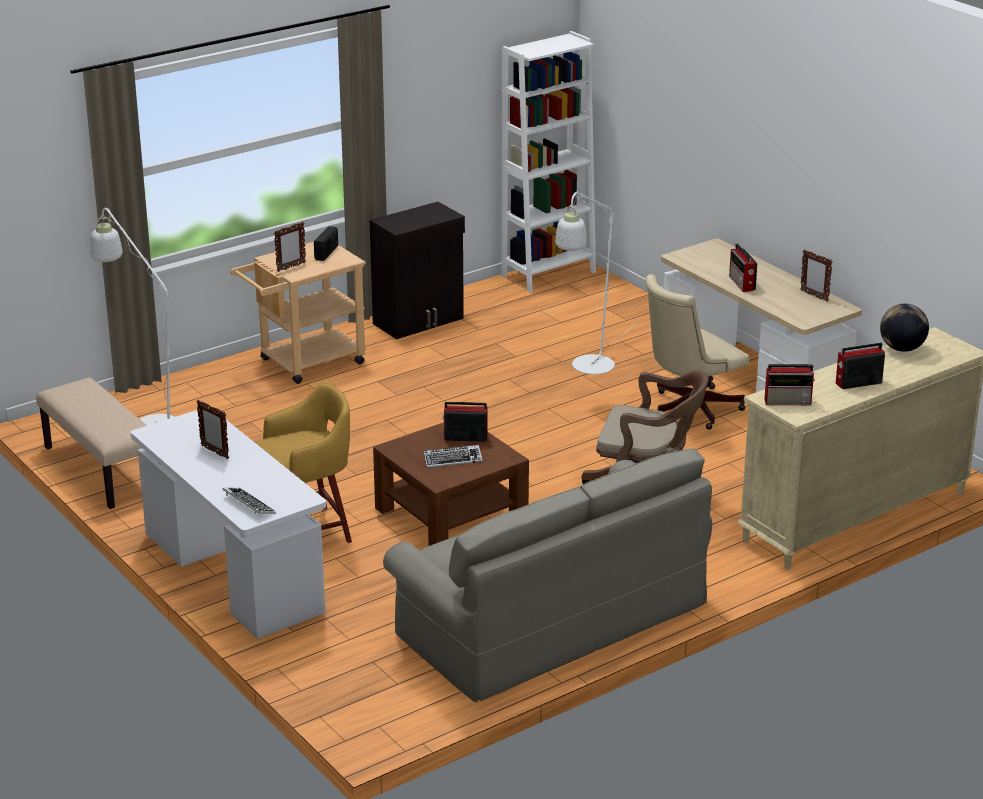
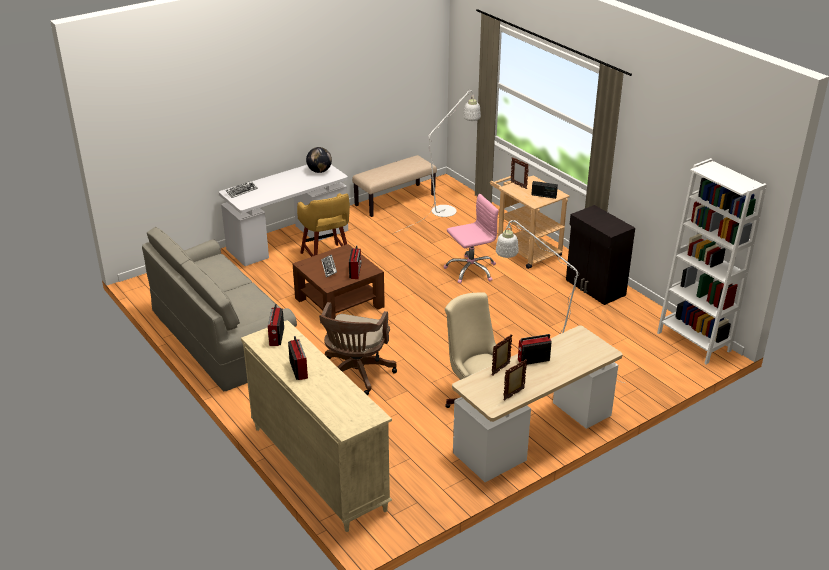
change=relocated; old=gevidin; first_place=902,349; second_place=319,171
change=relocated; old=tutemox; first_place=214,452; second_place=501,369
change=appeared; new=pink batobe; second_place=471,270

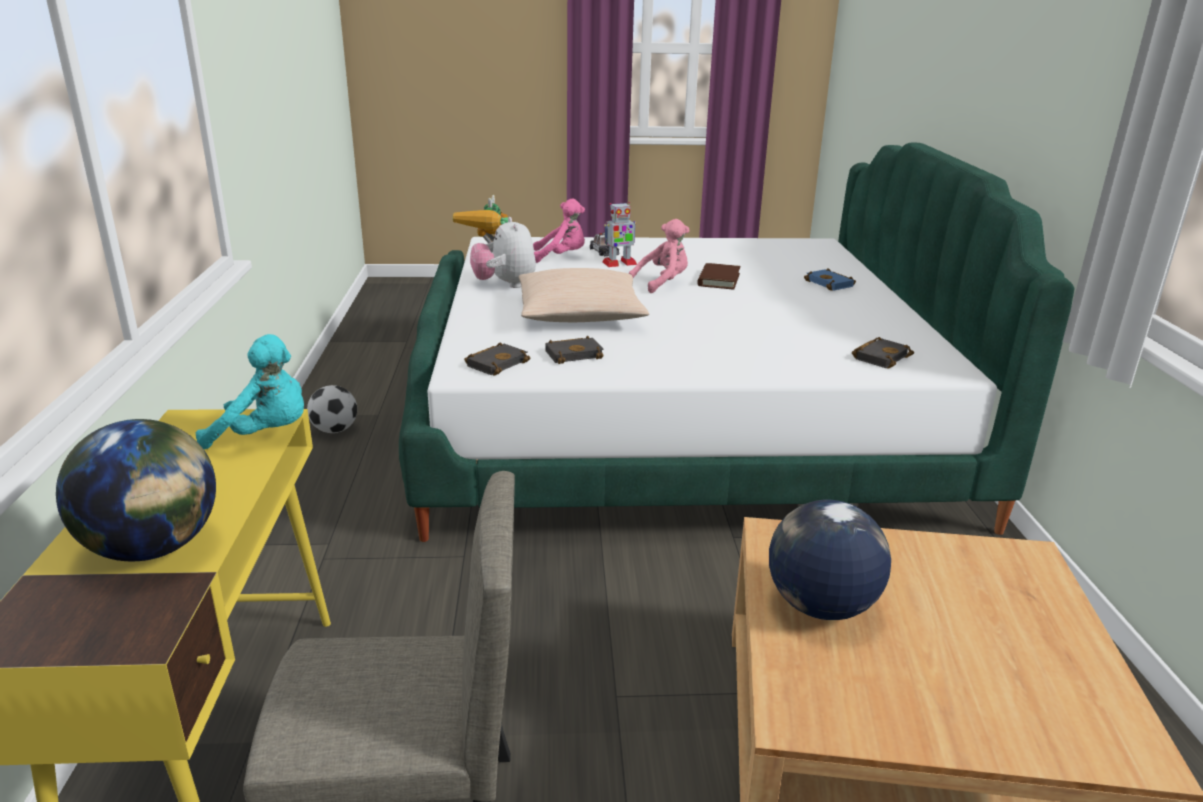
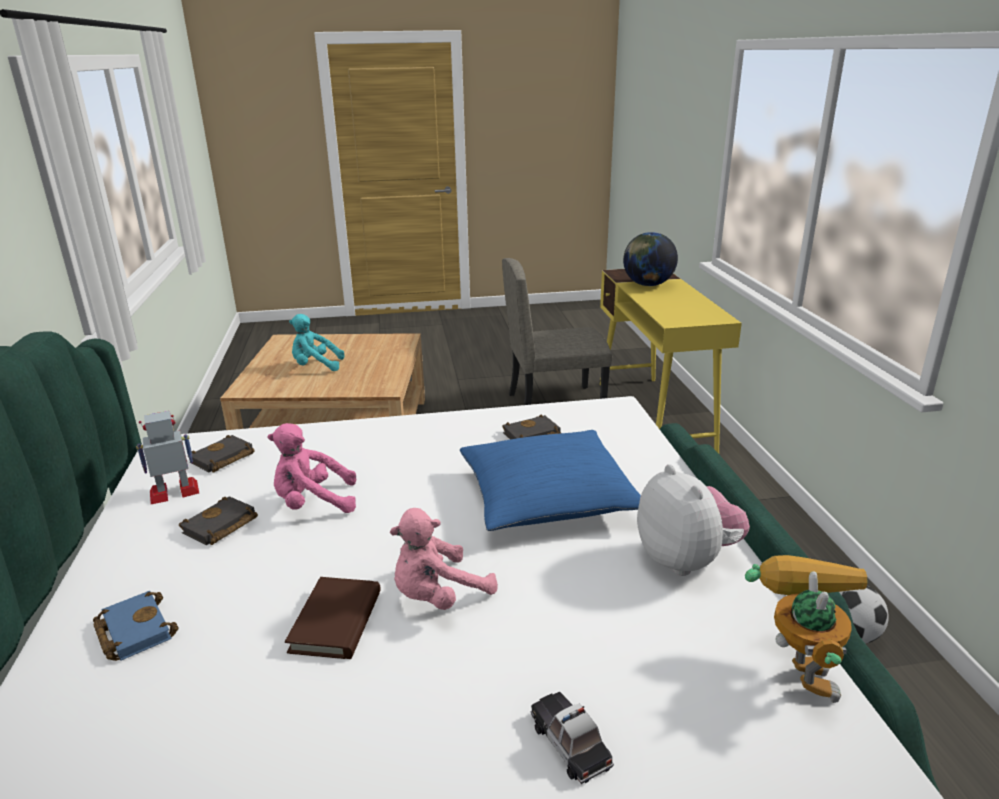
change=relocated; old=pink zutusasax; first_place=561,257; second_place=313,503
change=relocated; old=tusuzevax; first_place=619,263; second_place=175,492
change=colour; old=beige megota; new=blue megota; first_place=580,314; second_place=546,498
change=relocated; old=turquoise zutusasax; first_place=265,435; second_place=315,366
change=relocated; old=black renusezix; first_place=497,363; second_place=220,527
change=missing; old=gevidin; first_place=820,607

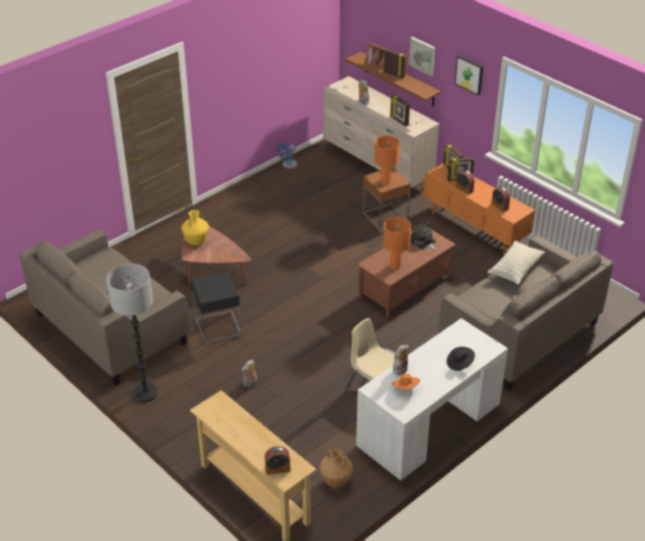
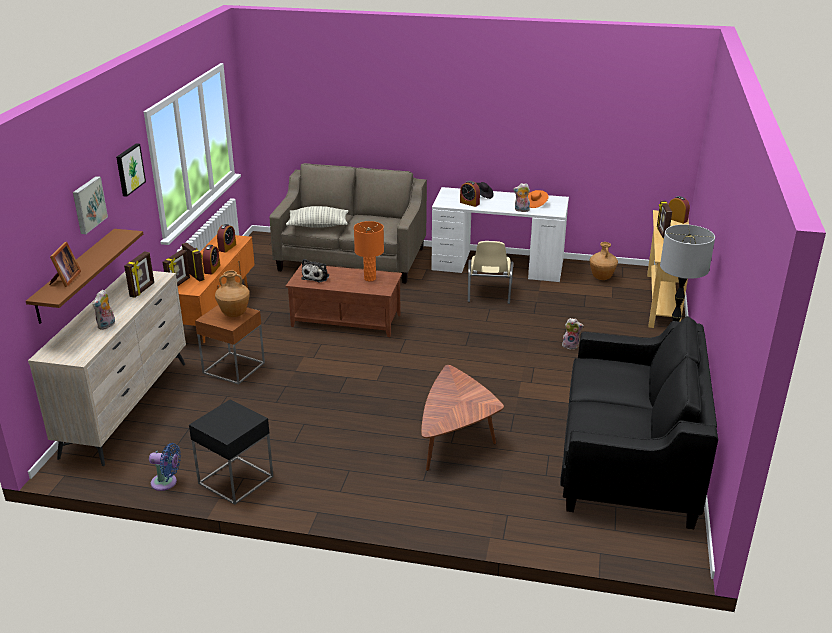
change=relocated; old=tutemox; first_place=394,74; second_place=661,233
change=exchanged; old=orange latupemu; new=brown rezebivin; first_place=385,182; second_place=234,314
change=missing; old=yellow rezebivin; first_place=196,242
change=colour; old=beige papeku; new=black papeku; first_place=111,328; second_place=629,458
change=relocated; old=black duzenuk; first_place=218,327; second_place=236,480
change=appeared; new=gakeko; second_place=469,203

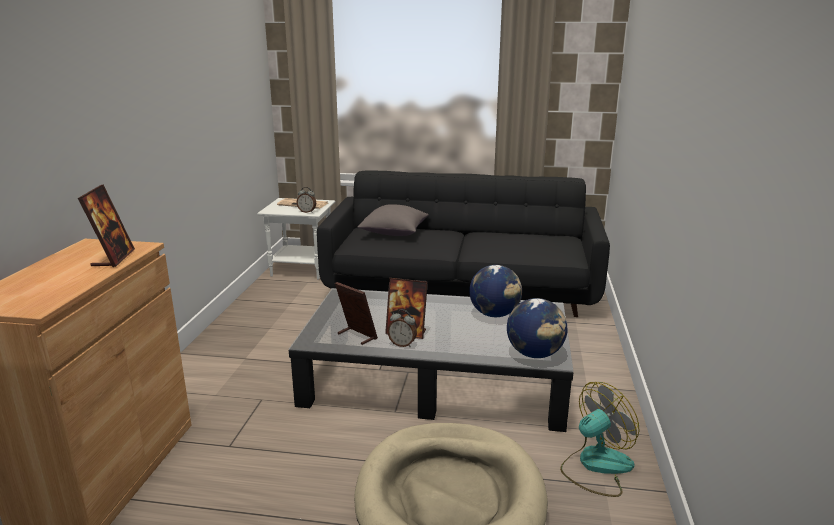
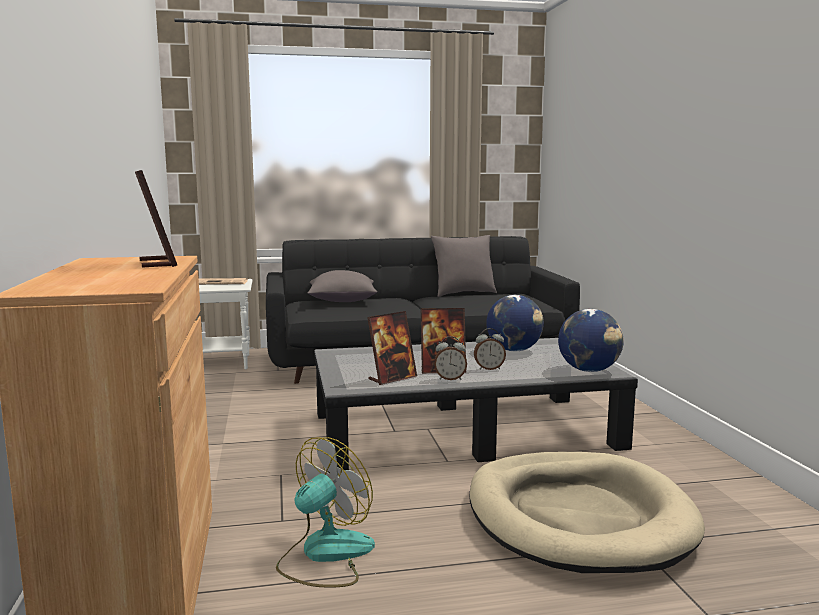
change=relocated; old=gakeko; first_place=307,212; second_place=489,368
change=spun; old=tutemox; first_place=356,336; second_place=392,378; degrees=120
change=relocated; old=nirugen; first_place=596,466; second_place=325,555
change=appeared; new=grey megota; second_place=463,294

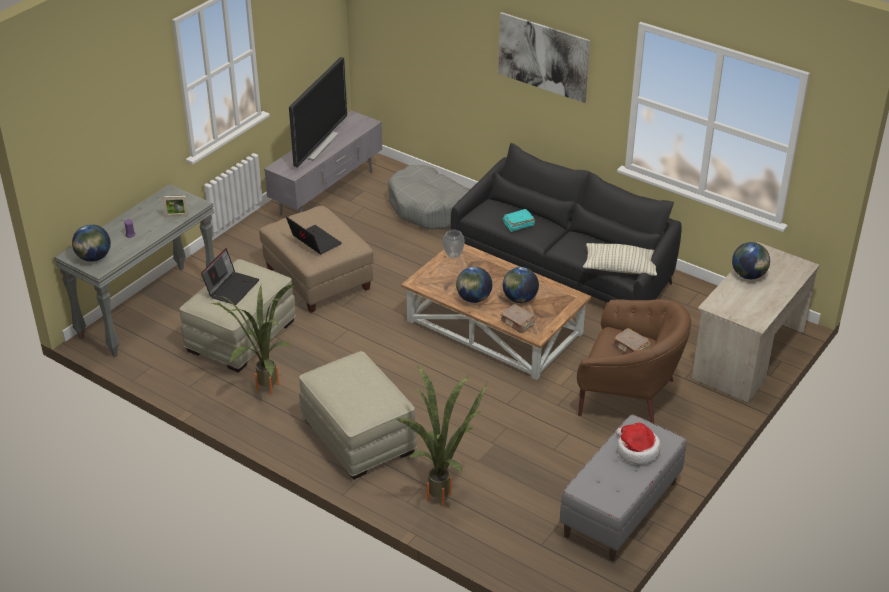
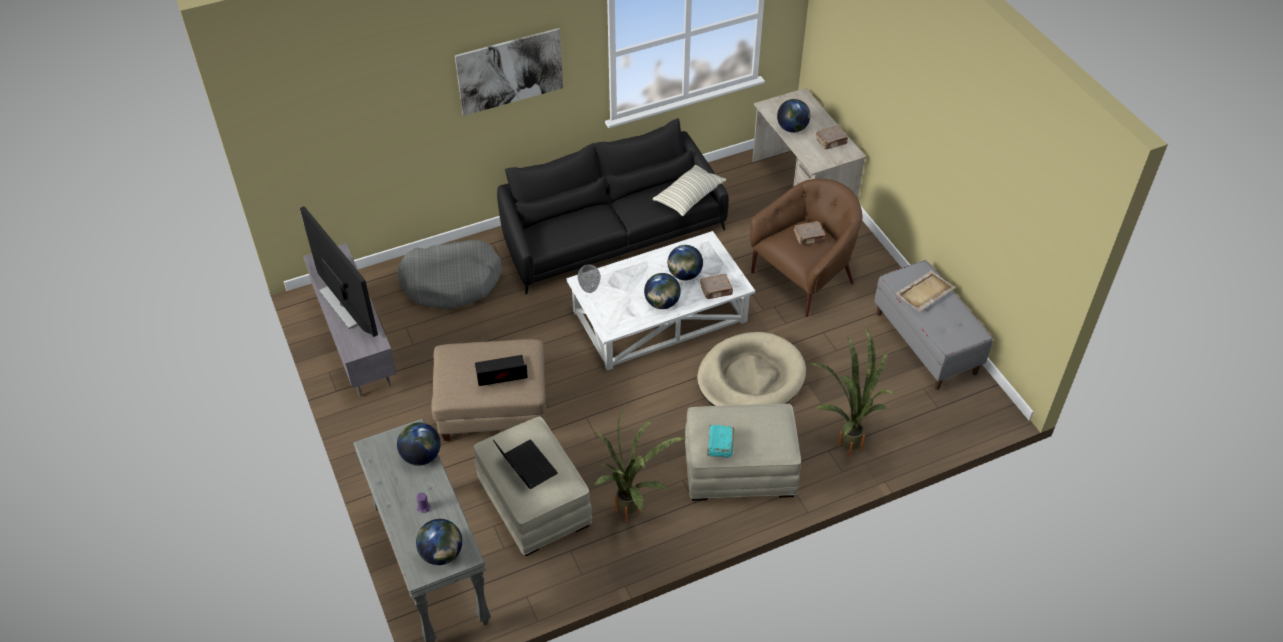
change=exchanged; old=tutemox; new=gevidin; first_place=176,216; second_place=421,456
change=relocated; old=turquoise renusezix; first_place=518,225; second_place=719,445
change=colour; old=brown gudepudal; new=white gudepudal; first_place=496,327; second_place=660,315
change=exchanged; old=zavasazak; new=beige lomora; first_place=636,450; second_place=924,292
change=appeared; new=brown renusezix; second_place=831,142
change=appeared; new=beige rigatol; second_place=750,378

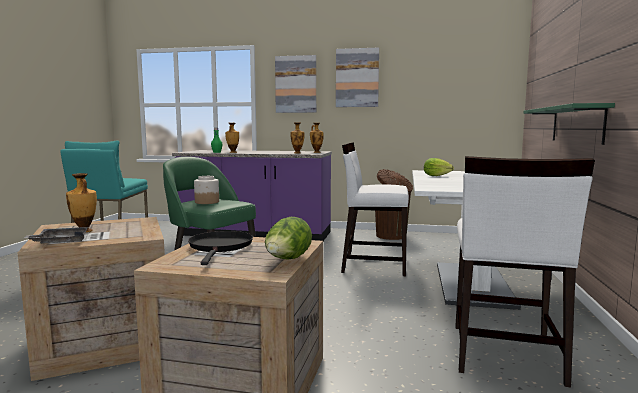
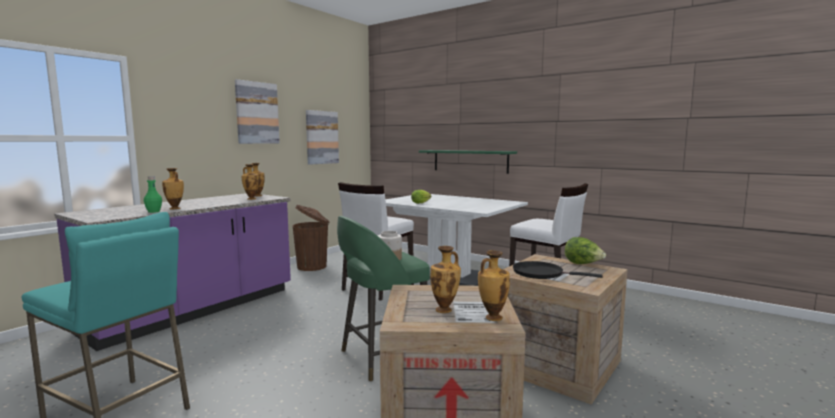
change=relocated; old=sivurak; first_place=296,84; second_place=321,137
change=exchanged; old=grey lomora; new=rezebivin; first_place=61,242; second_place=492,317

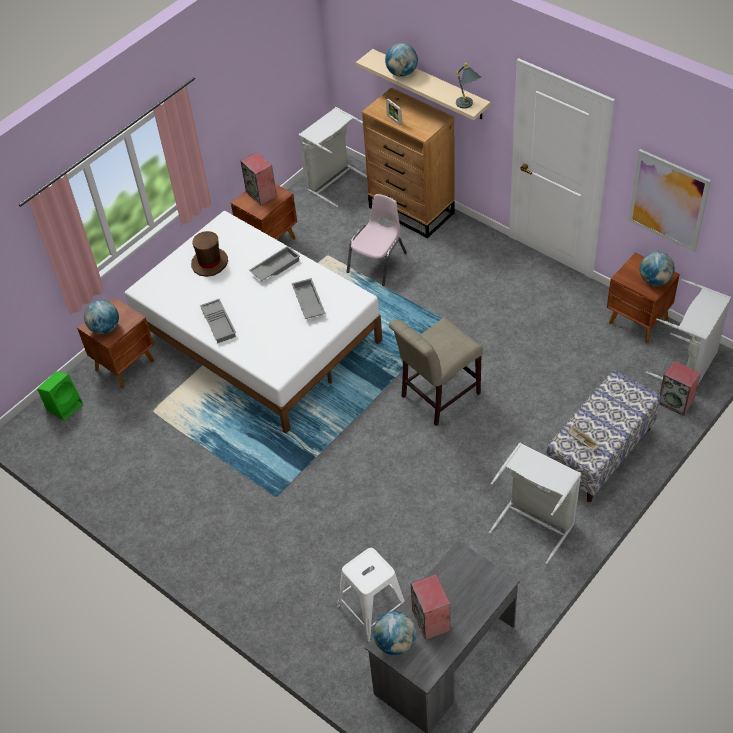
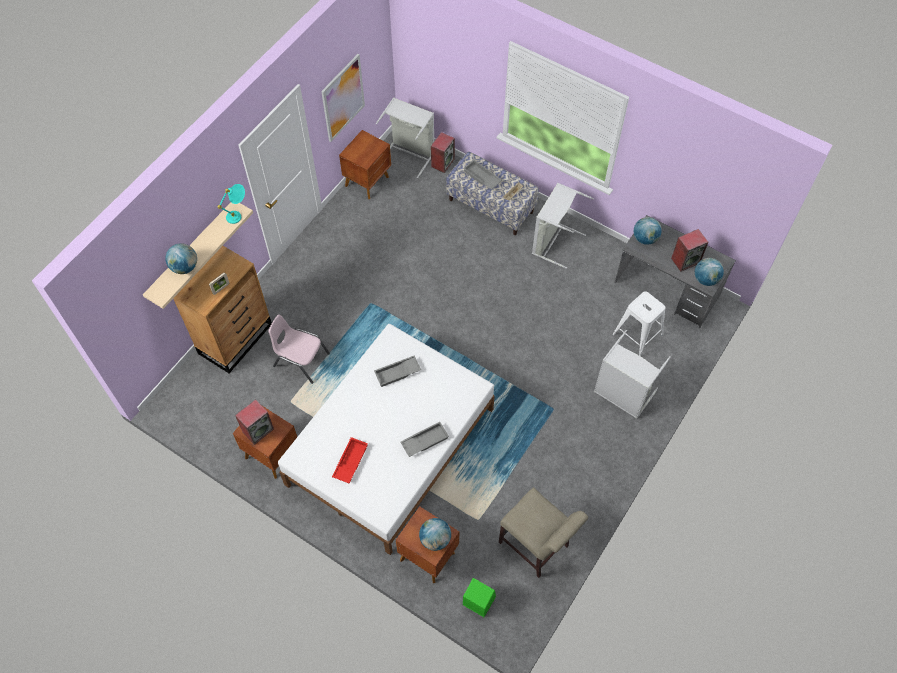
change=colour; old=grey latupemu; new=turquoise latupemu; first_place=467,106; second_place=239,215
change=relocated; old=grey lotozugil; first_place=334,182; second_place=622,395
change=exchanged; old=brown zavasazak; new=red lomora; first_place=210,263; second_place=350,461
change=relocated; old=grey lomora; first_place=275,267; second_place=481,177
change=relocated; old=gevidin; first_place=654,280; second_place=645,238
change=relocated; old=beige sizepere; first_place=436,396; second_place=536,547

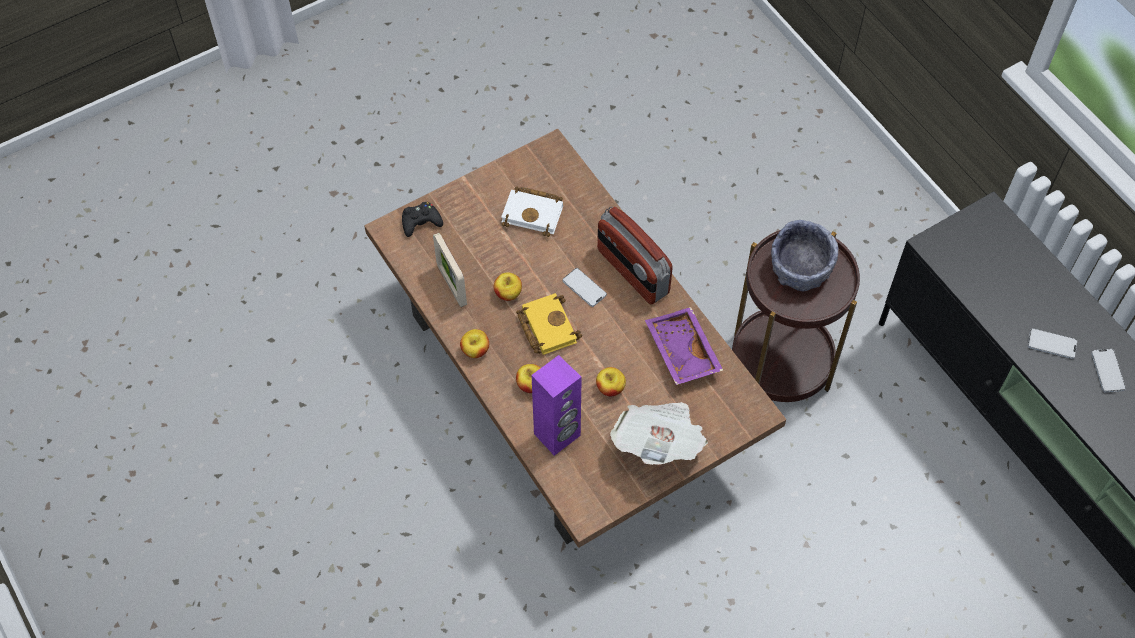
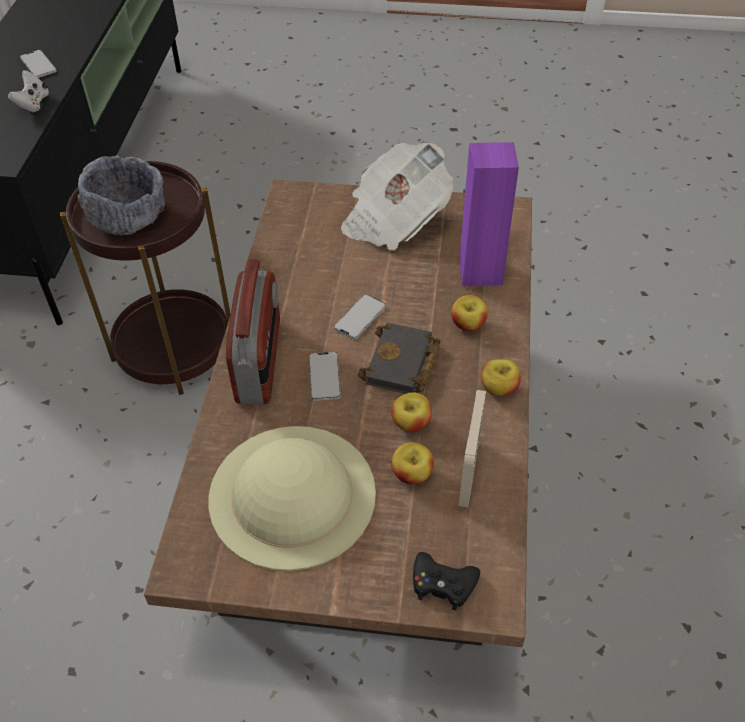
change=exchanged; old=white renusezix; new=beige zavasazak; first_place=534,213; second_place=292,495
change=colour; old=yellow renusezix; new=black renusezix; first_place=546,326; second_place=402,365
change=missing; old=purple lomora; first_place=681,352
change=relocated; old=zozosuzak; first_place=1107,371; second_place=360,317
change=relocated; old=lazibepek; first_place=610,388; second_place=412,474
change=appeared; new=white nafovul; second_place=33,103

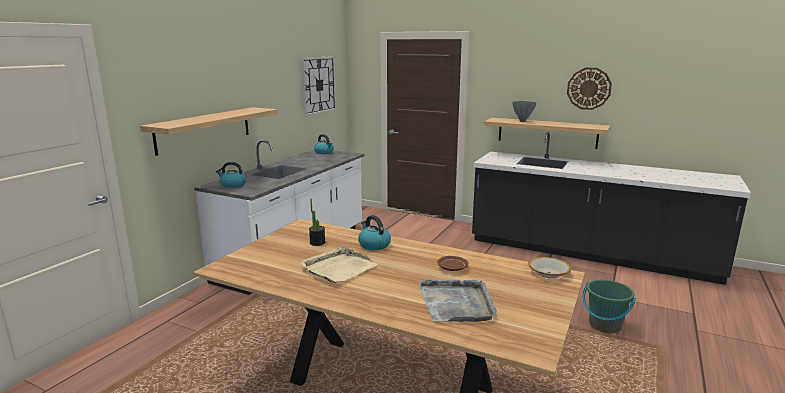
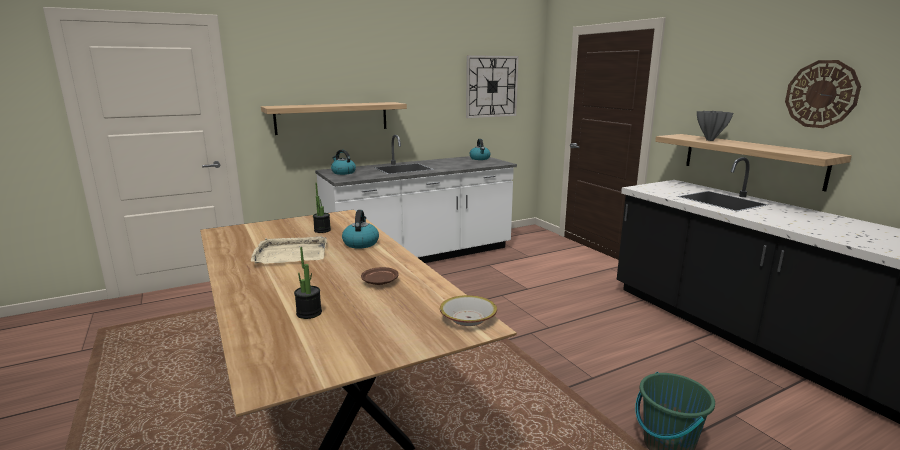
change=exchanged; old=grey lomora; new=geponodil; first_place=457,303; second_place=309,313

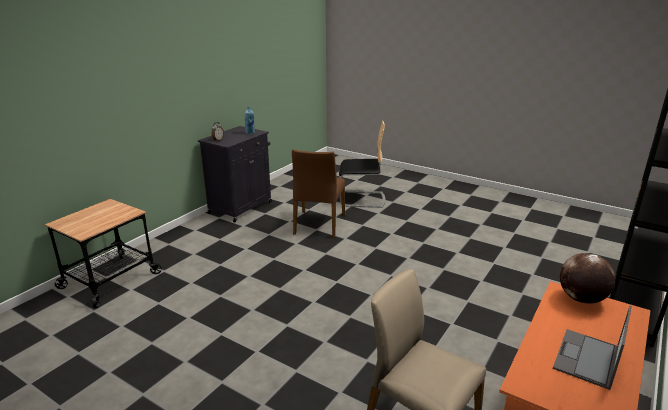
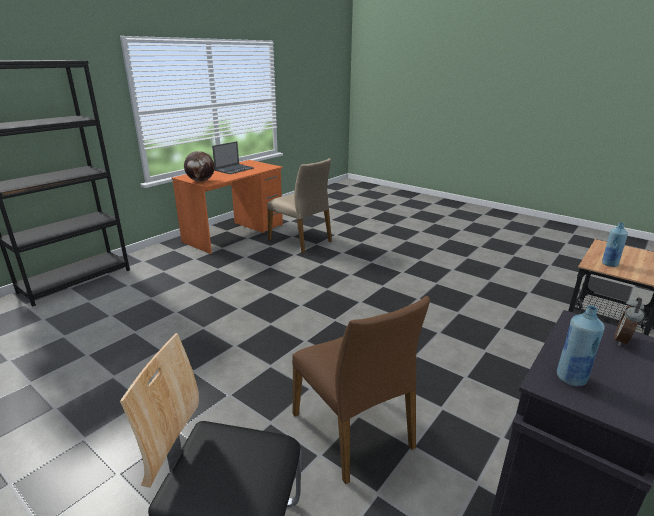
change=spun; old=brown sizepere; first_place=318,224; second_place=354,430; degrees=135
change=appeared; new=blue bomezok; second_place=609,264

